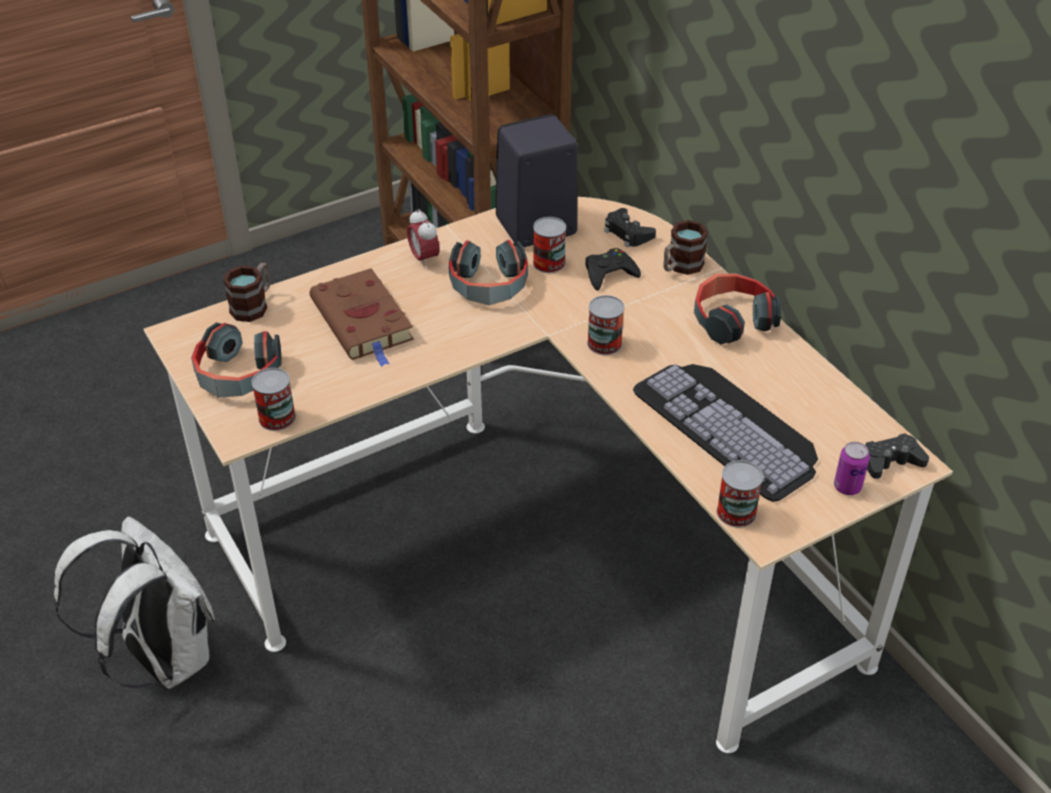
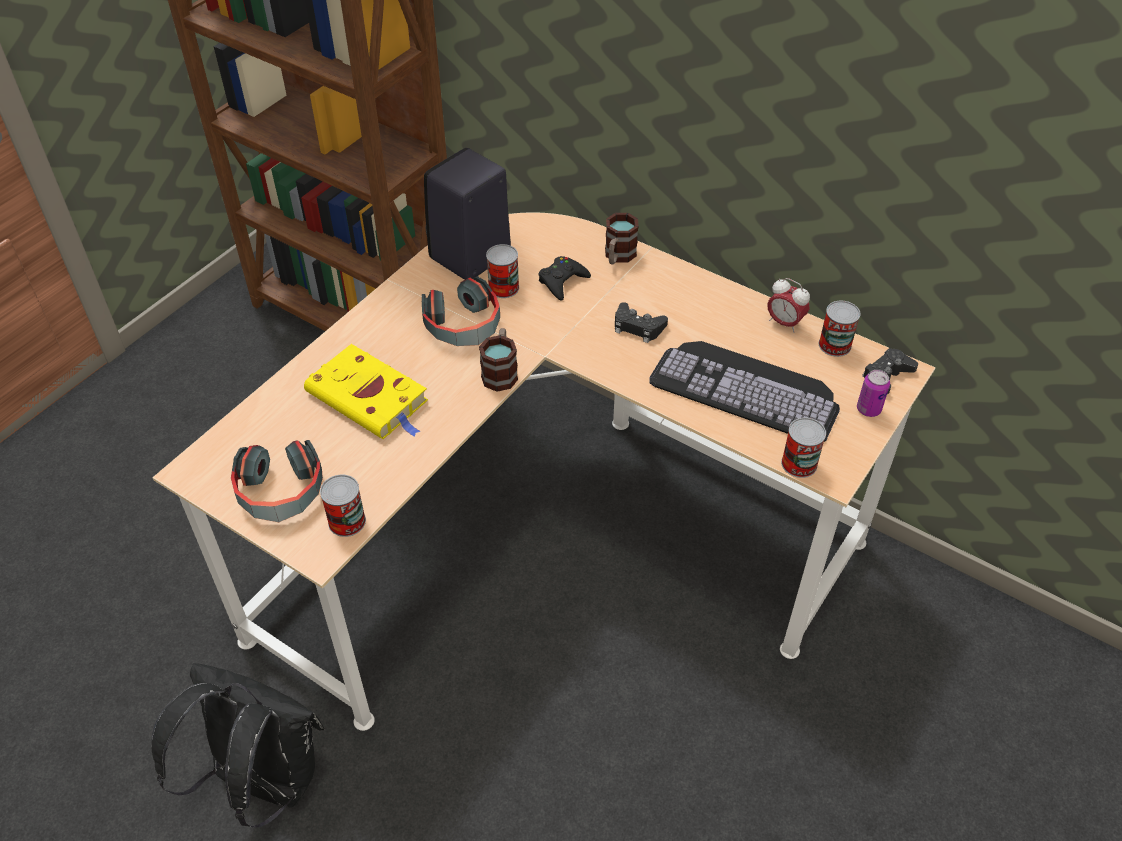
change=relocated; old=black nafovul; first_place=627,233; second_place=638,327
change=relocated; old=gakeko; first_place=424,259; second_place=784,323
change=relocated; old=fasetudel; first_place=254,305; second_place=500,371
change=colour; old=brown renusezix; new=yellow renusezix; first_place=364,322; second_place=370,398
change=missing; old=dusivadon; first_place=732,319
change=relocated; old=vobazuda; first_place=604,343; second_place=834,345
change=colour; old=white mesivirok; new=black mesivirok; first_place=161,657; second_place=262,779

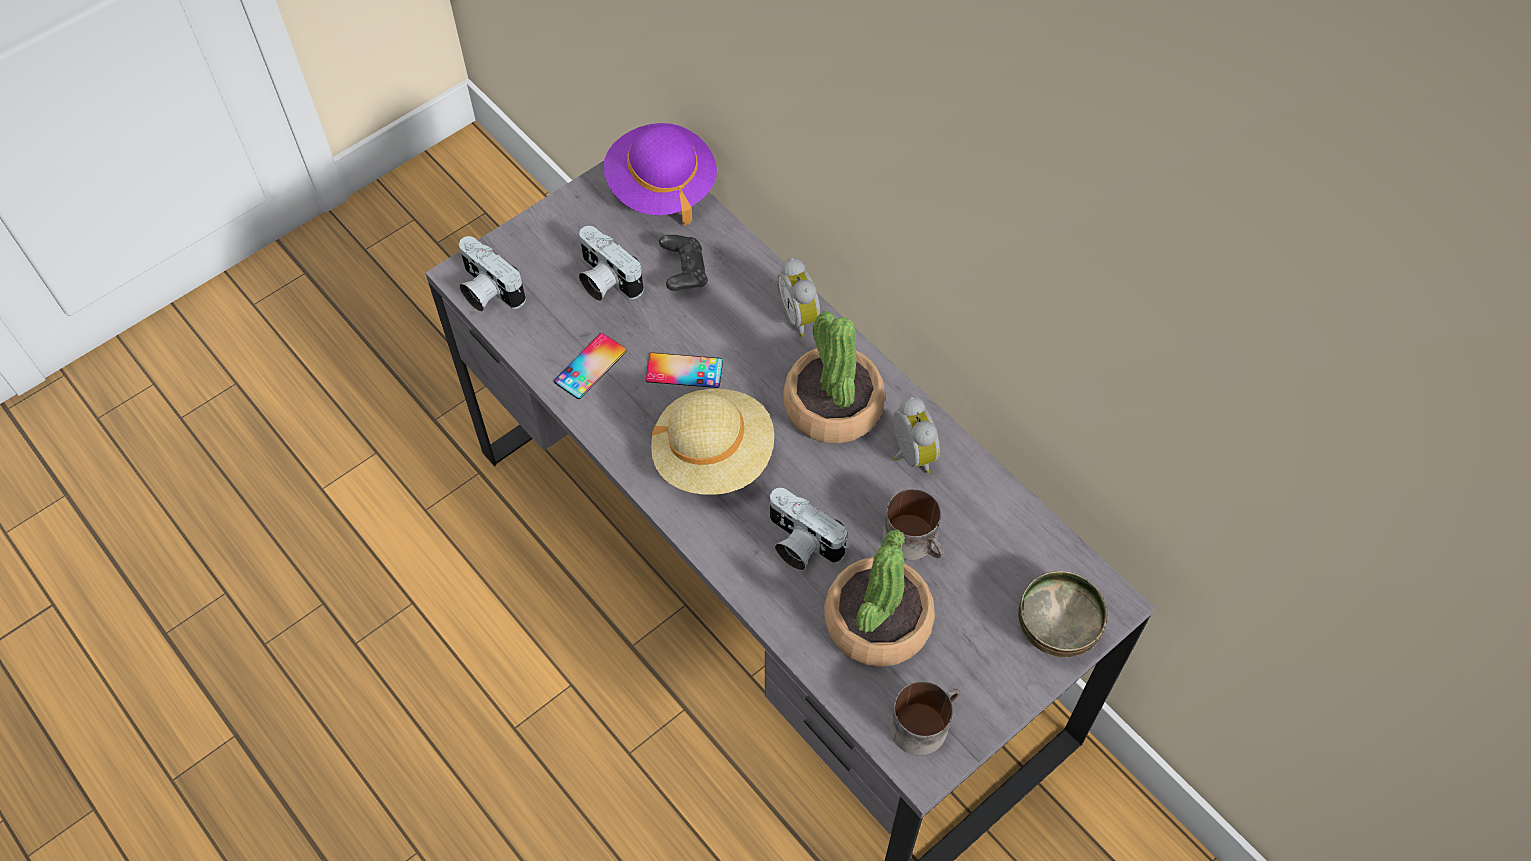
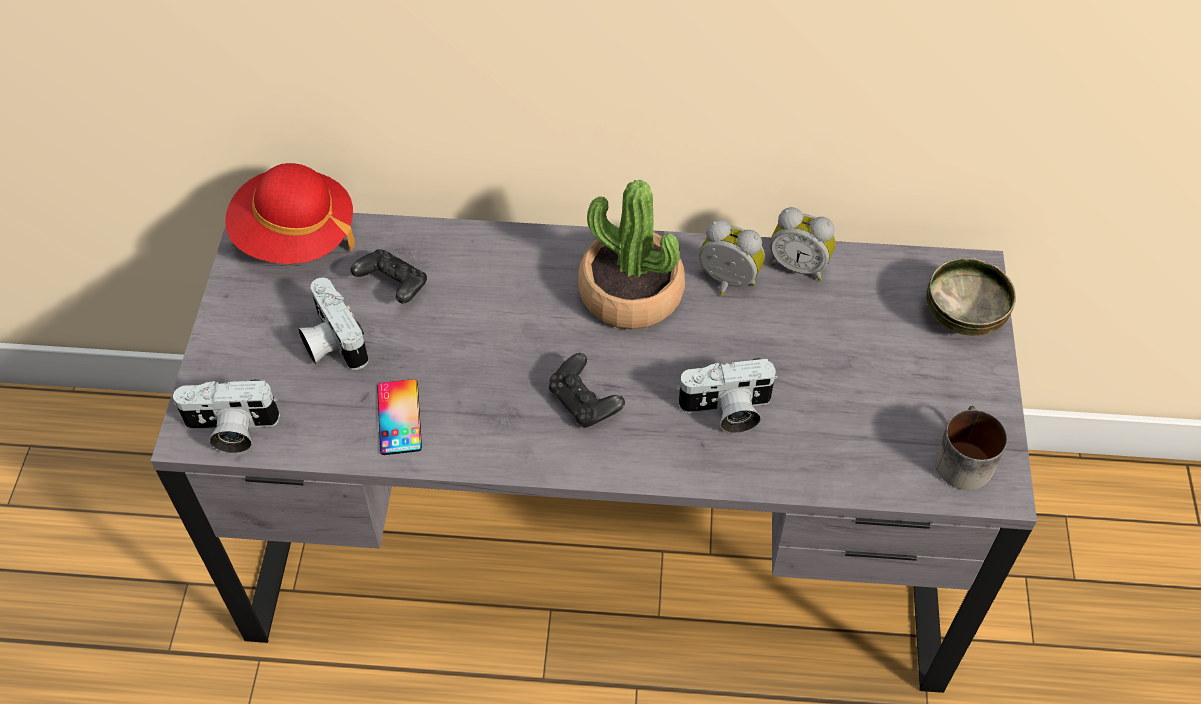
change=colour; old=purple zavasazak; new=red zavasazak; first_place=661,187; second_place=295,236
change=spun; old=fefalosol; first_place=604,280; second_place=331,342; degrees=60
change=relocated; old=gakeko; first_place=801,316; second_place=799,265
change=missing; old=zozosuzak; first_place=684,370
change=exchanged; old=beige zavasazak; new=black nafovul; first_place=713,456; second_place=584,402
change=missing; old=fasetudel; first_place=916,540
change=missing; old=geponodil; first_place=877,620

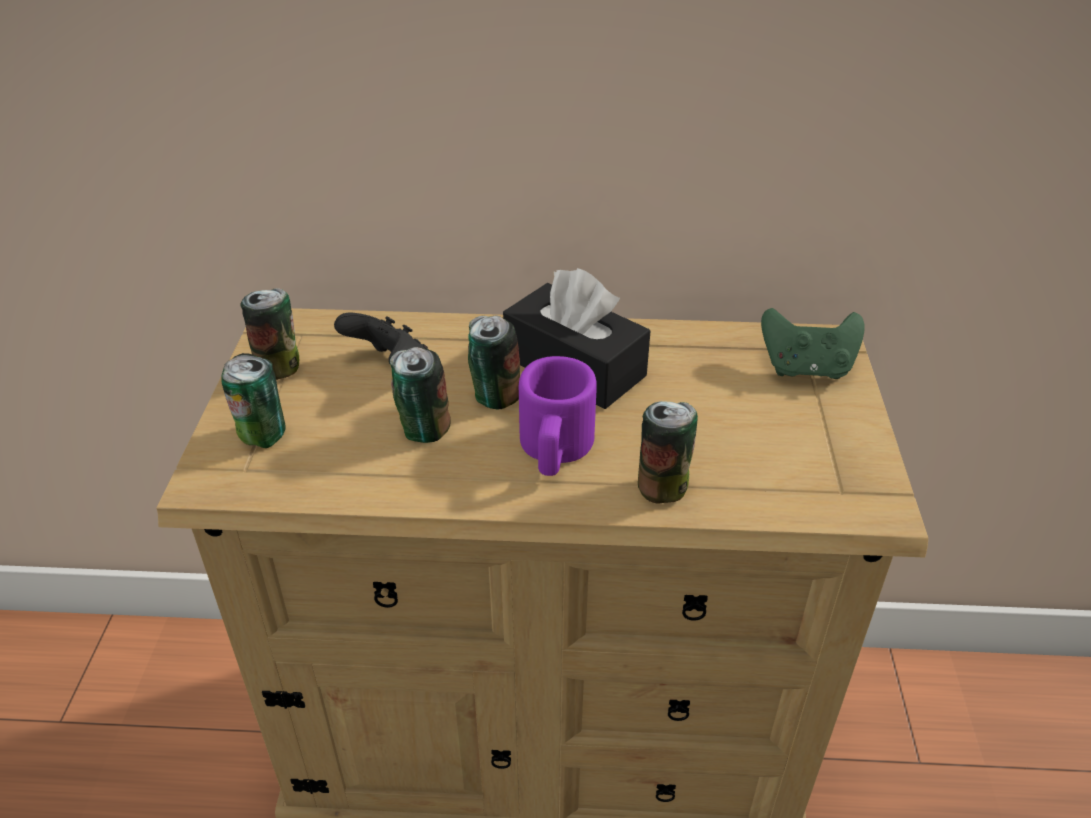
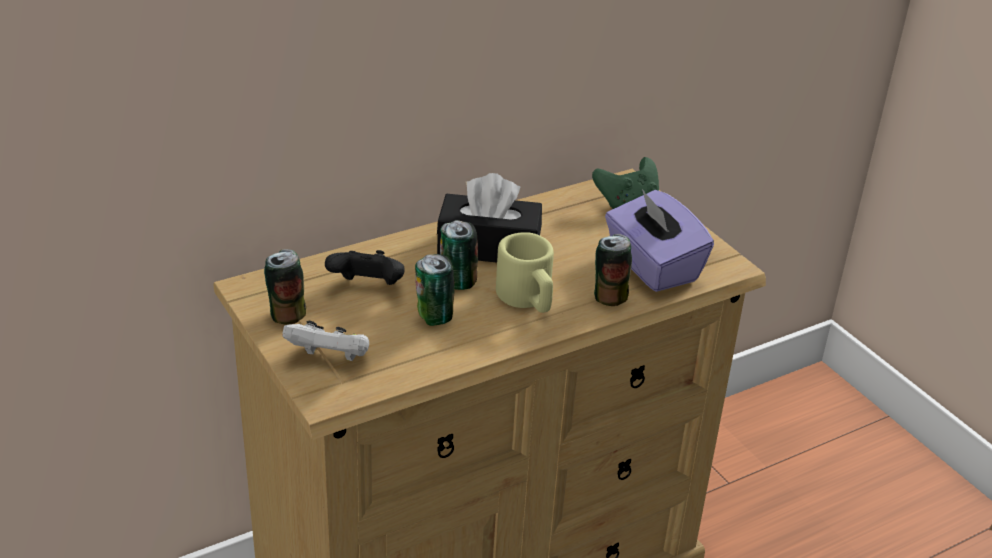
change=exchanged; old=vobazuda; new=white nafovul; first_place=262,436; second_place=330,359
change=colour; old=purple fasetudel; new=beige fasetudel; first_place=554,449; second_place=528,299
change=appeared; new=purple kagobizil; second_place=652,266

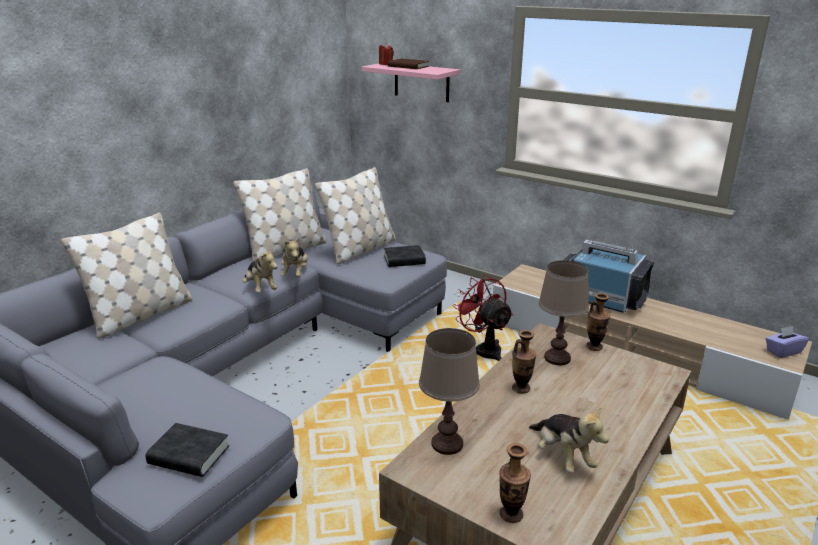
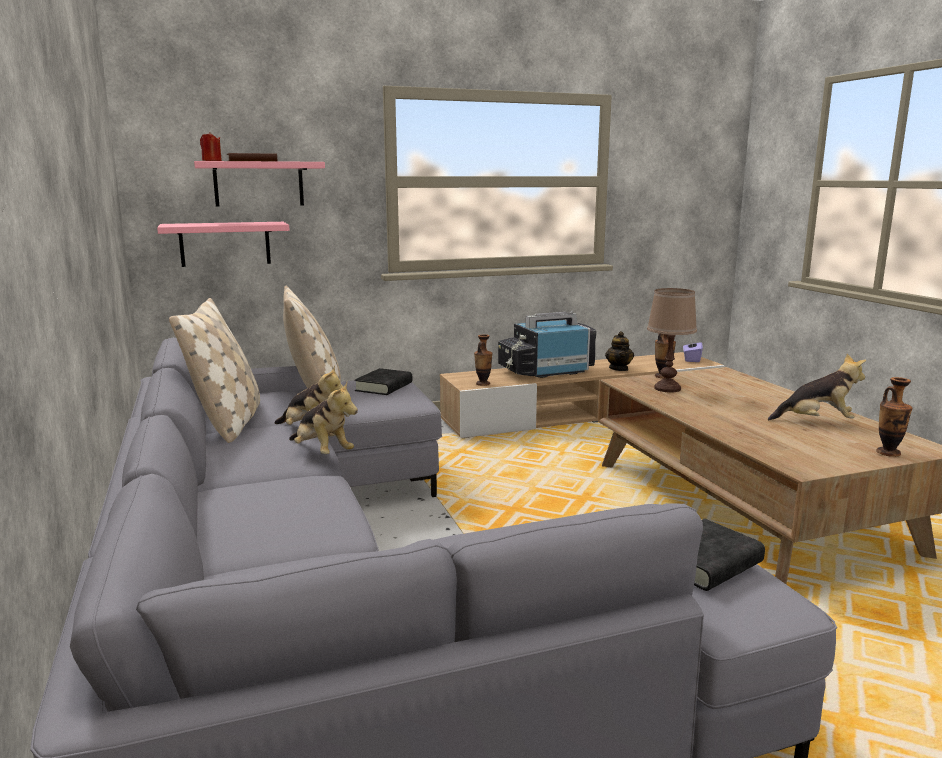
change=missing; old=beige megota; first_place=140,315
change=spun; old=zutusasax; first_place=260,288; second_place=322,452; degrees=45
change=missing; old=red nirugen; first_place=484,350
change=missing; old=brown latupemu; first_place=446,444
change=relocated; old=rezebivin; first_place=521,388; second_place=483,384
change=appeared; new=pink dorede; second_place=225,244
change=appeared; new=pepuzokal; second_place=619,369

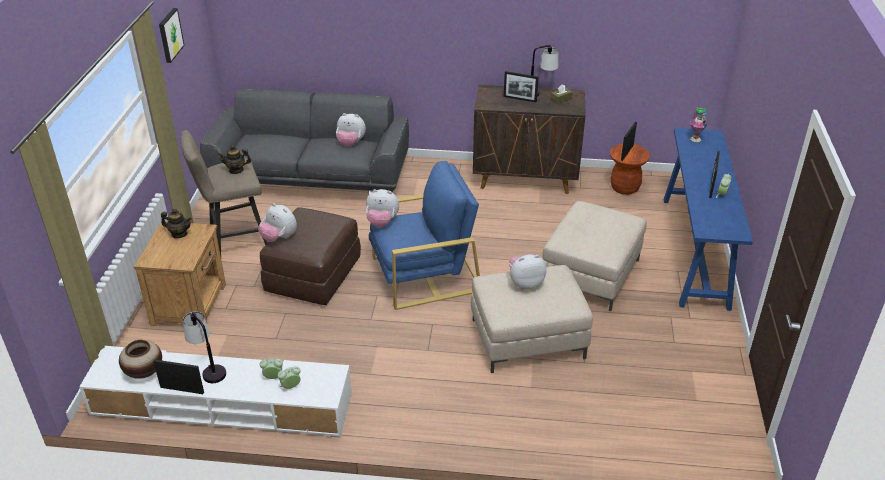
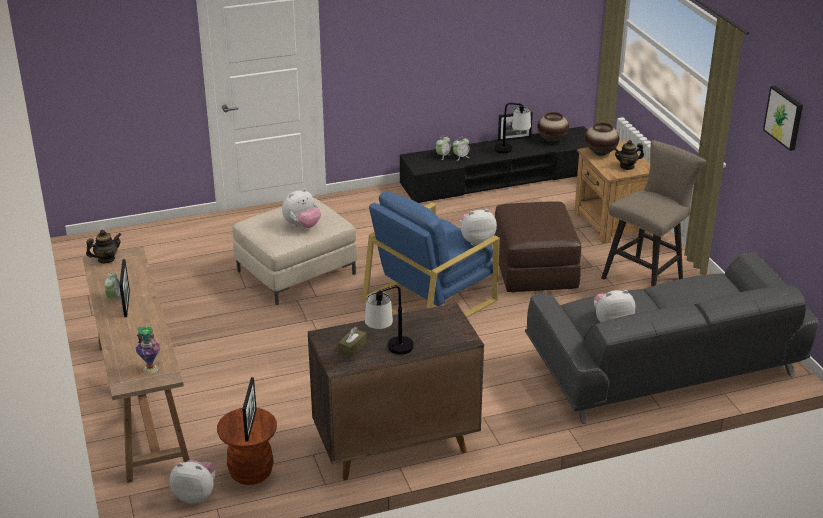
change=missing; old=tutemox; first_place=520,99
change=colour; old=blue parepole; new=brown parepole; first_place=694,251; second_place=142,402
change=relocated; old=pepuzokal; first_place=236,170; second_place=106,259
change=missing; old=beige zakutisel; first_place=591,274
change=relocated; old=zutusasax; first_place=279,238; second_place=196,495
change=colour; old=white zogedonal; new=black zogedonal; first_place=221,405; second_place=501,179
change=appeared; new=rezebivin; second_place=600,152

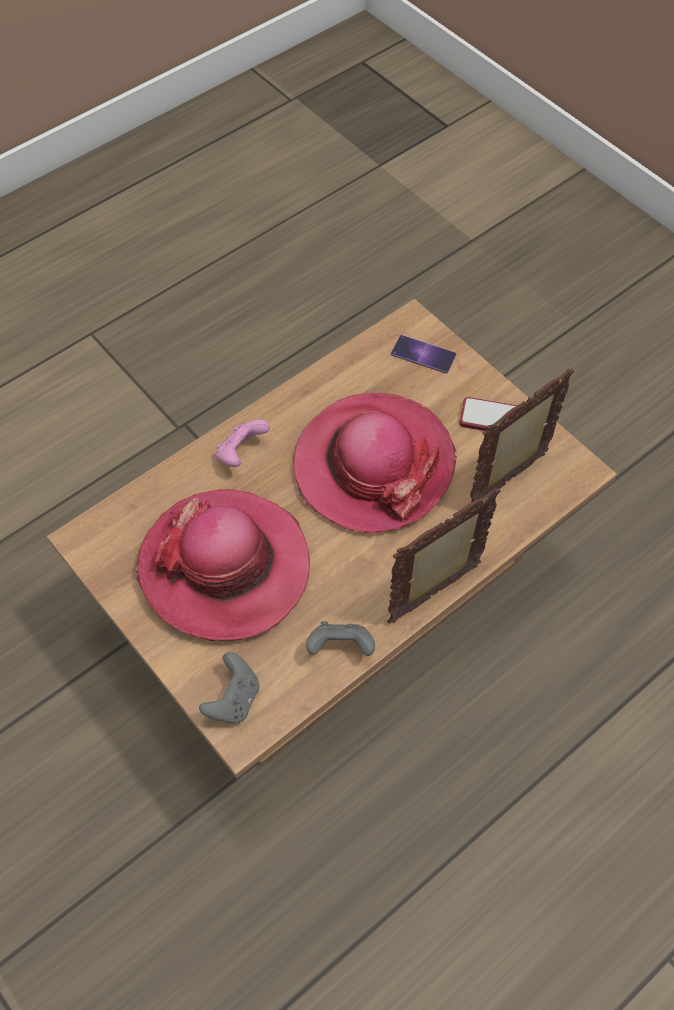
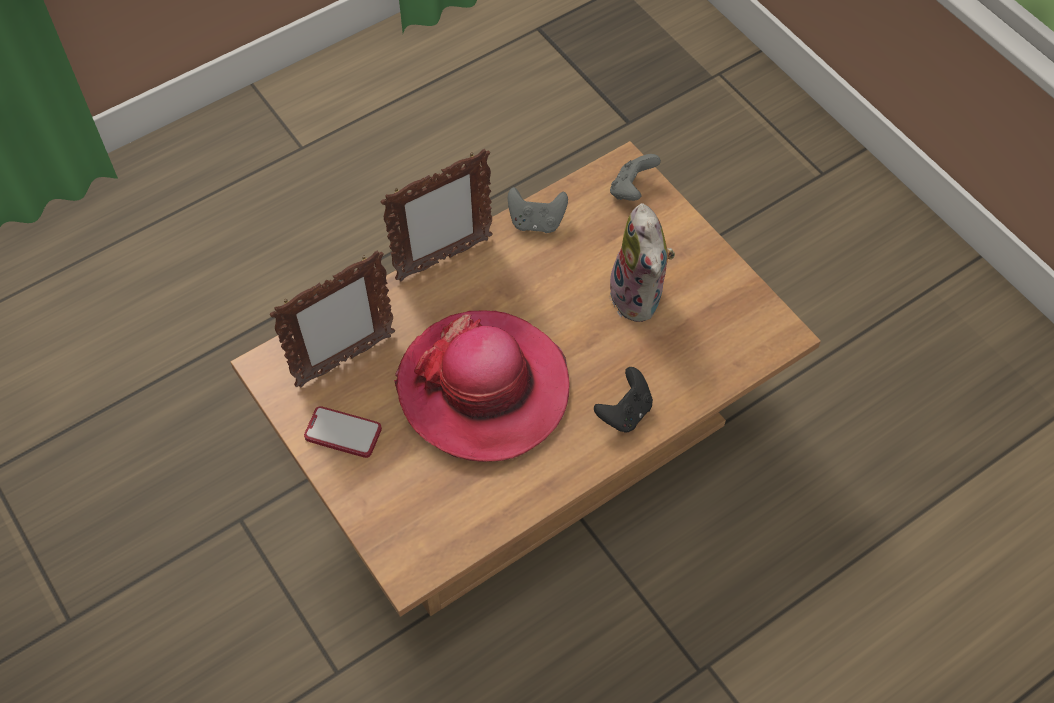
change=missing; old=zozosuzak; first_place=423,354
change=colour; old=pink nafovul; new=black nafovul; first_place=241,453; second_place=625,412
change=exchanged; old=zavasazak; new=zutusasax; first_place=225,567; second_place=640,297

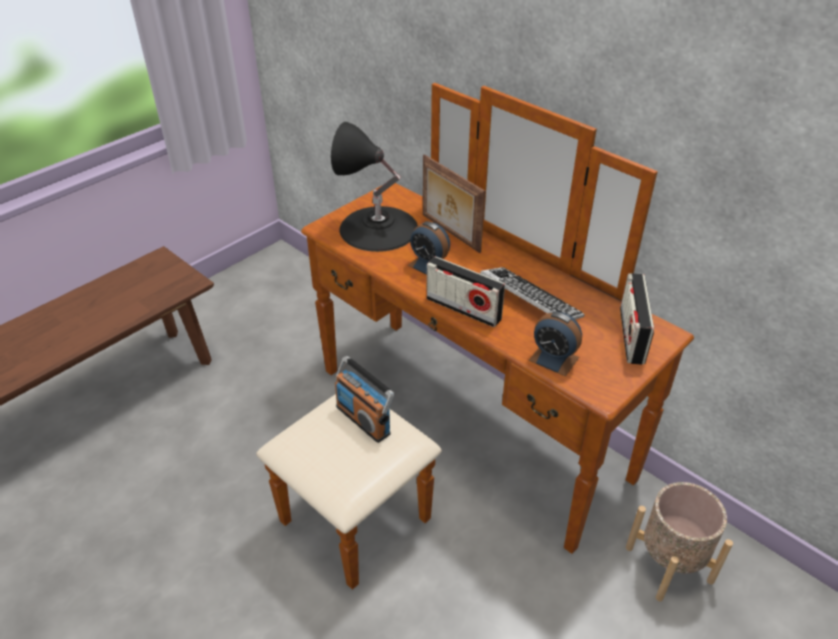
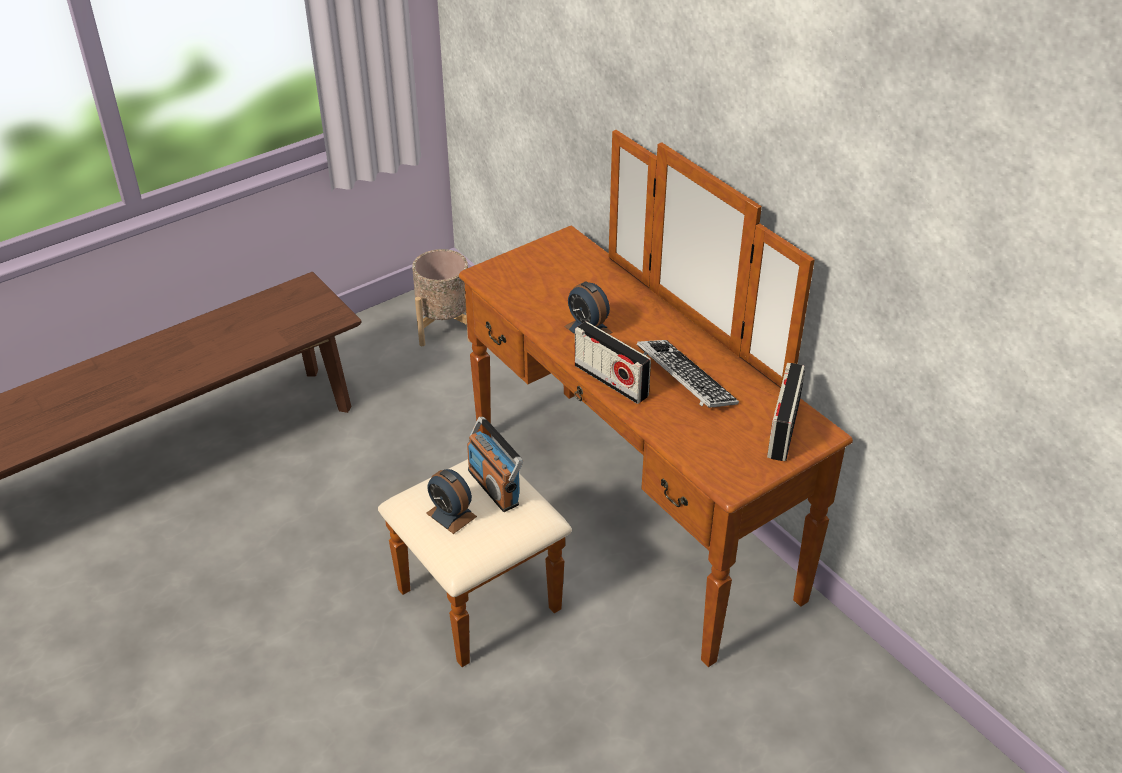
change=missing; old=black latupemu; first_place=378,228
change=missing; old=tutemox; first_place=449,233
change=relocated; old=gakeko; first_place=554,359; second_place=451,515
change=relocated; old=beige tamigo; first_place=668,564; second_place=444,327

